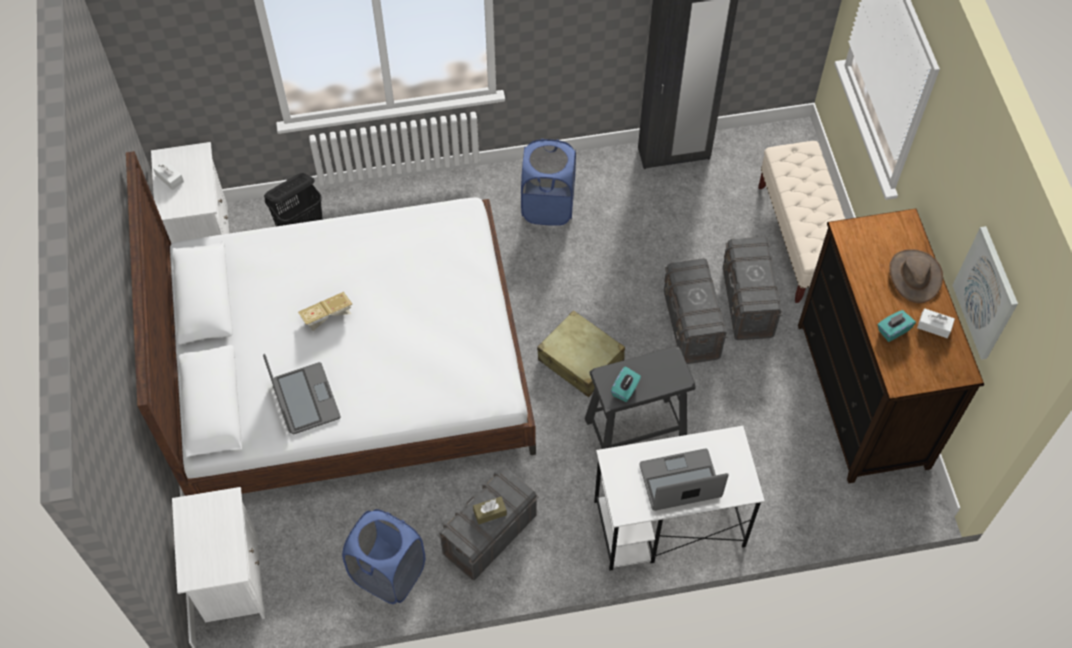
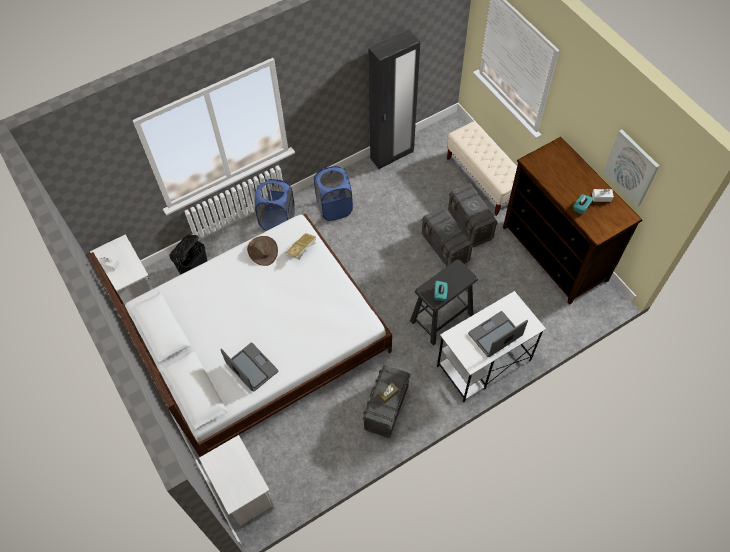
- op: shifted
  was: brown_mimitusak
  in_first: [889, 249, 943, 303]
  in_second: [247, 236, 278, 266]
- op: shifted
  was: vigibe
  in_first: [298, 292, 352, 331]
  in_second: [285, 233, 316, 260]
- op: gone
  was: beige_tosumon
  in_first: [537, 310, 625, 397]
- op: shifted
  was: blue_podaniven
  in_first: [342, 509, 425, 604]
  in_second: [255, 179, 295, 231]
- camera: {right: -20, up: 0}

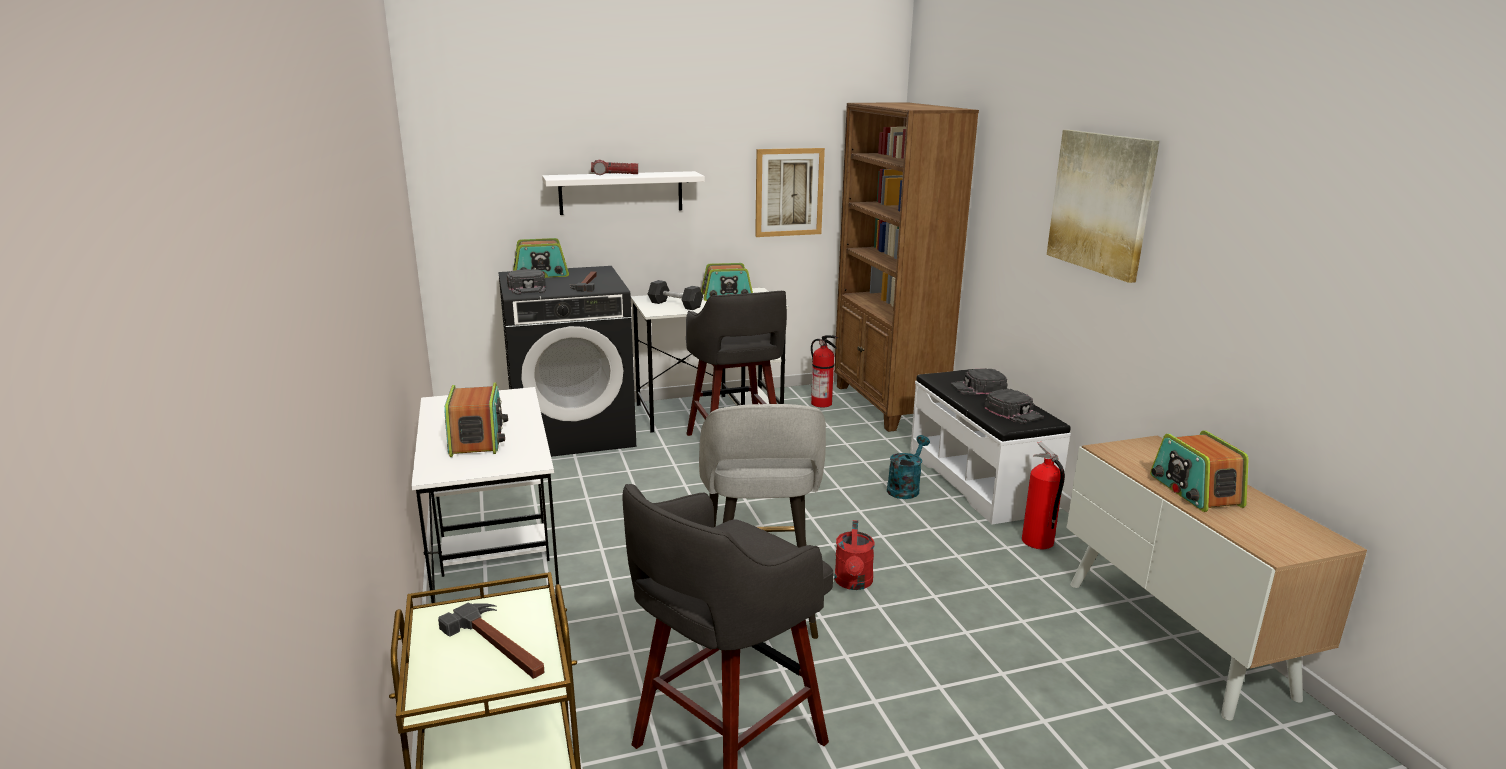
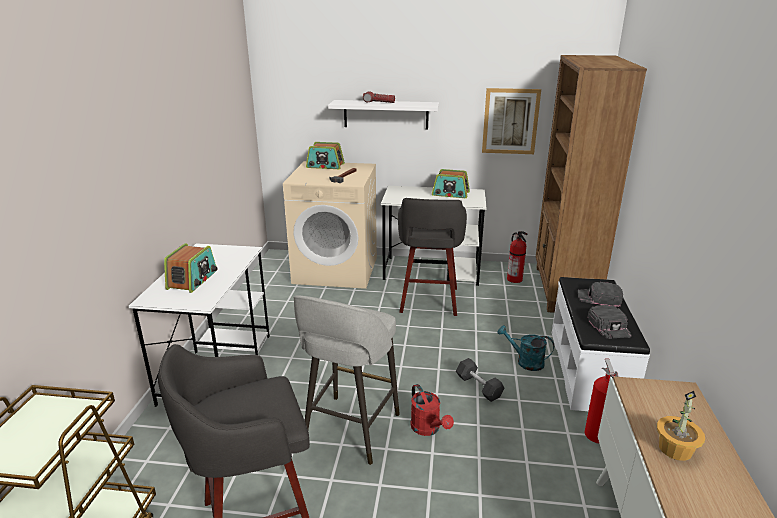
- op: gone
  was: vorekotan
  in_first: [1047, 130, 1160, 283]
- op: repainted
  was: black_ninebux
  now: beige_ninebux
  in_first: [498, 266, 636, 457]
  in_second: [283, 161, 377, 289]
- op: gone
  was: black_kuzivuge
  in_first: [507, 269, 546, 295]
- op: shifted
  was: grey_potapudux
  in_first: [648, 280, 703, 310]
  in_second: [456, 358, 504, 402]
- op: swapped
  was: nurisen
  now: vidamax
  in_first: [1150, 430, 1249, 512]
  in_second: [657, 391, 705, 461]
- op: rotated
  was: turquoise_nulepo
  in_first: [887, 435, 930, 499]
  in_second: [497, 325, 554, 371]
  clockwise: -120
- op: rotated
  was: red_nulepo
  in_first: [834, 520, 875, 590]
  in_second: [410, 384, 454, 436]
  clockwise: -60
- op: gone
  was: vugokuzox
  in_first: [438, 602, 544, 679]
- camera: {right: 25, up: 5}

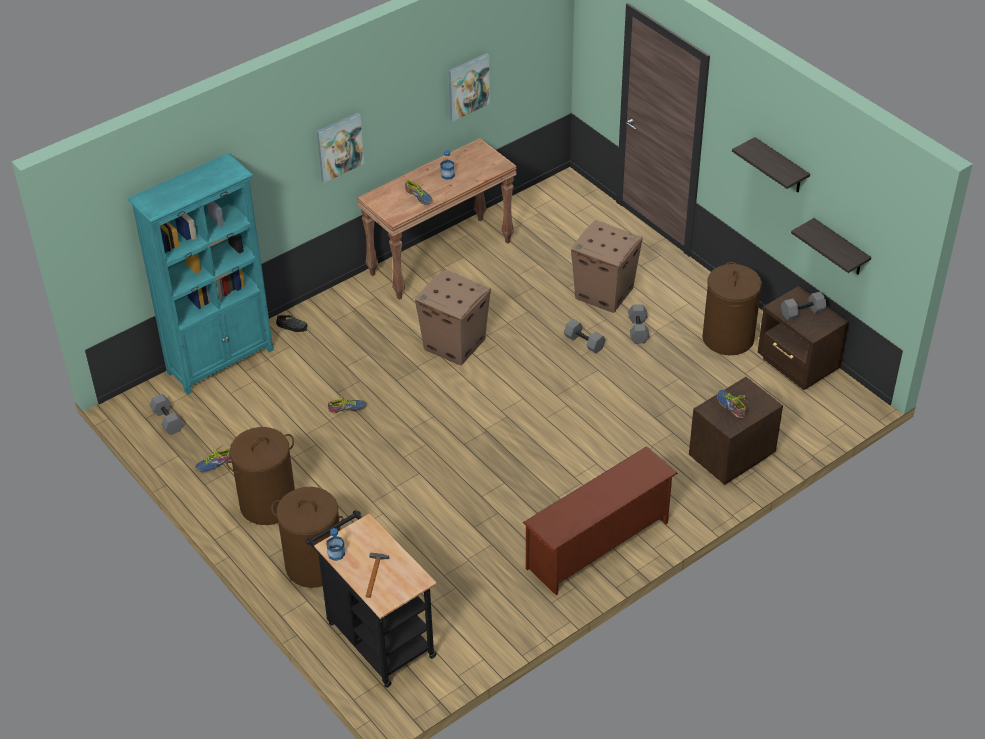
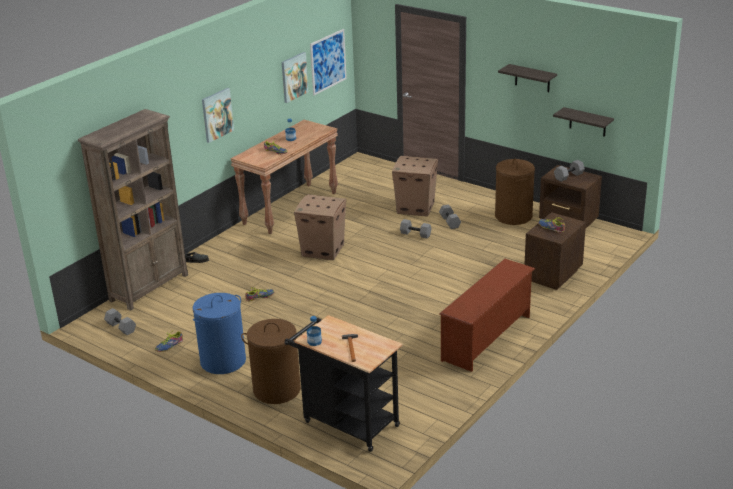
- op: repainted
  was: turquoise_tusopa
  now: brown_tusopa
  in_first: [128, 153, 274, 394]
  in_second: [78, 109, 188, 311]
- op: repainted
  was: brown_podaniven
  now: blue_podaniven
  in_first: [226, 427, 295, 525]
  in_second: [192, 293, 246, 374]
- op: new
  now: vorekotan
  in_second: [310, 29, 347, 95]
- camera: {right: -15, up: -15}

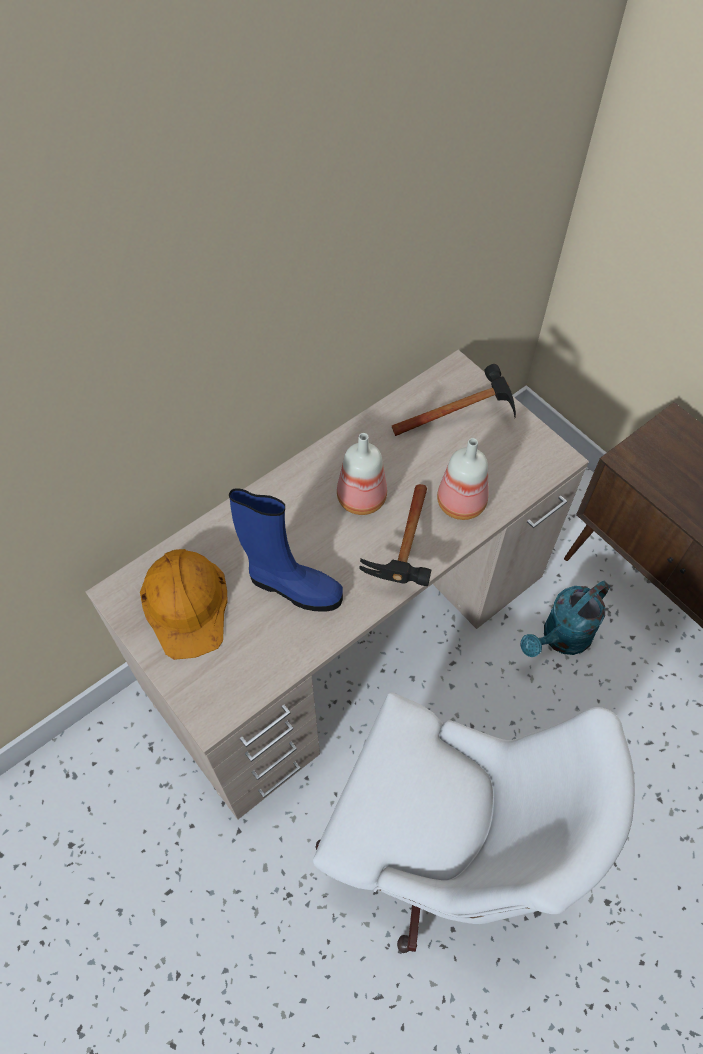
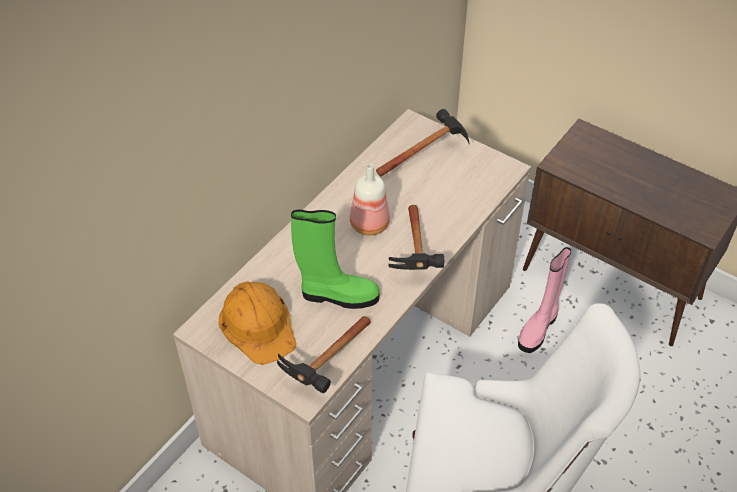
- op: gone
  was: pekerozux
  in_first: [437, 438, 488, 520]
- op: repainted
  was: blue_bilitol
  now: green_bilitol
  in_first: [229, 488, 343, 611]
  in_second: [291, 210, 379, 309]
- op: swapped
  was: turquoise_nulepo
  now: pink_bilitol
  in_first: [520, 581, 610, 657]
  in_second: [518, 247, 571, 353]
- op: new
  now: vugokuzox
  in_second: [277, 316, 371, 393]
- camera: {right: -15, up: -10}

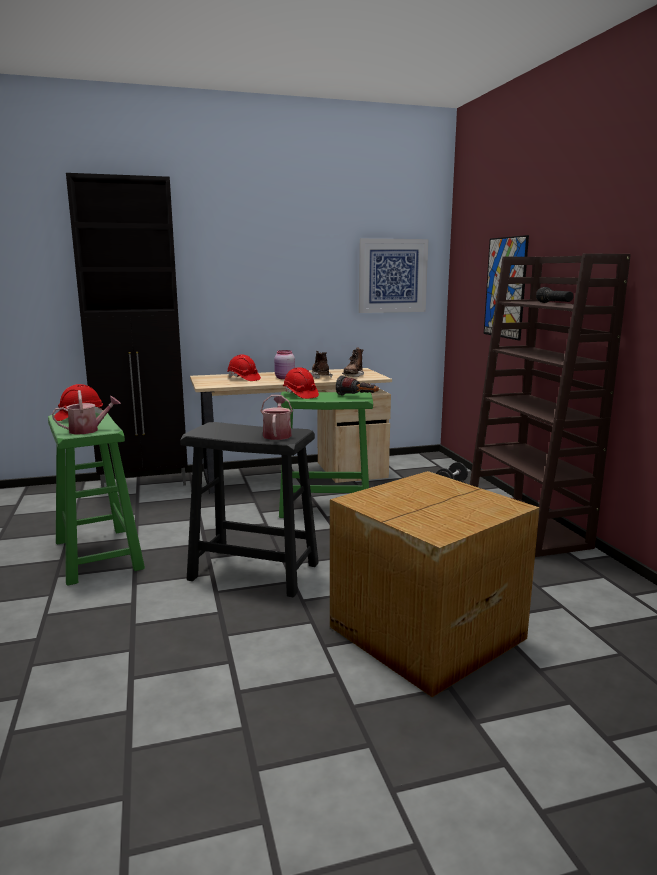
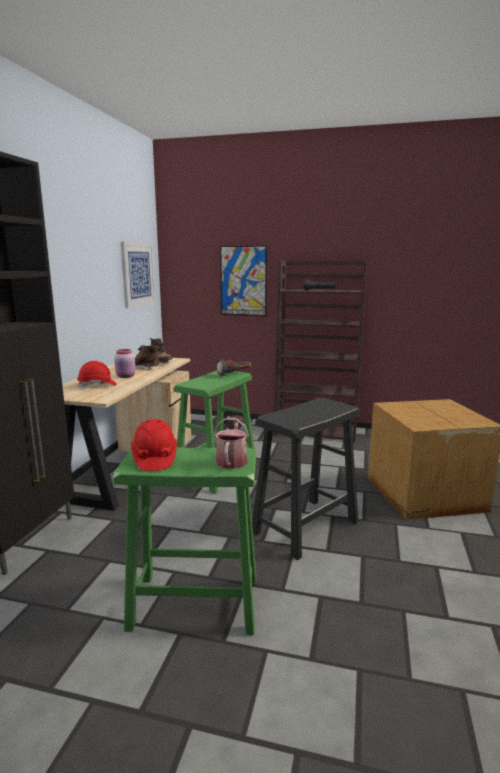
- op: gone
  was: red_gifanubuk
  in_first: [283, 367, 319, 399]
- op: gone
  was: nulepo
  in_first: [261, 395, 293, 440]
- camera: {right: -60, up: 0}

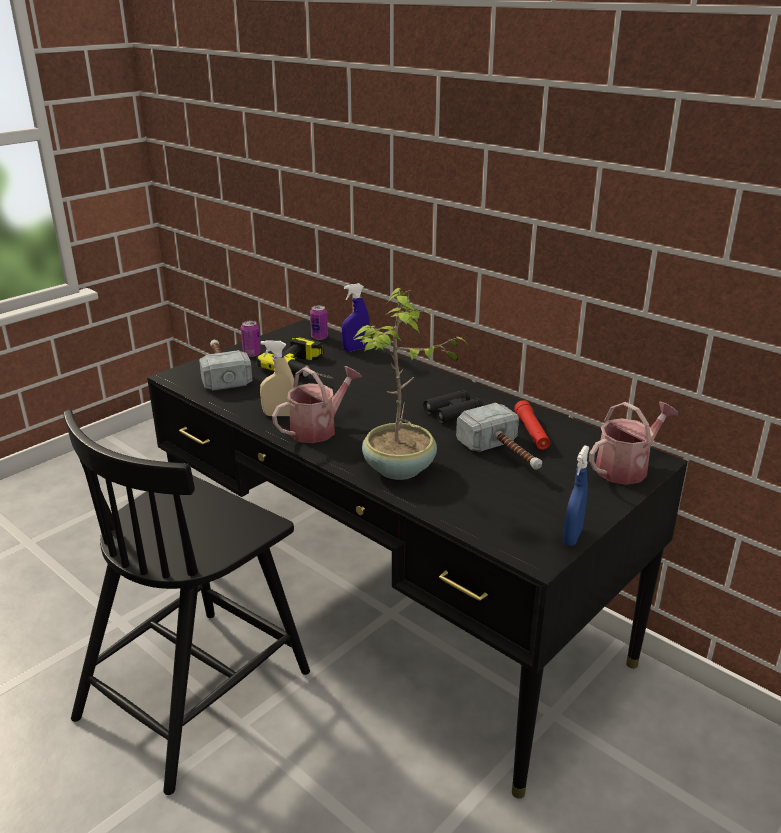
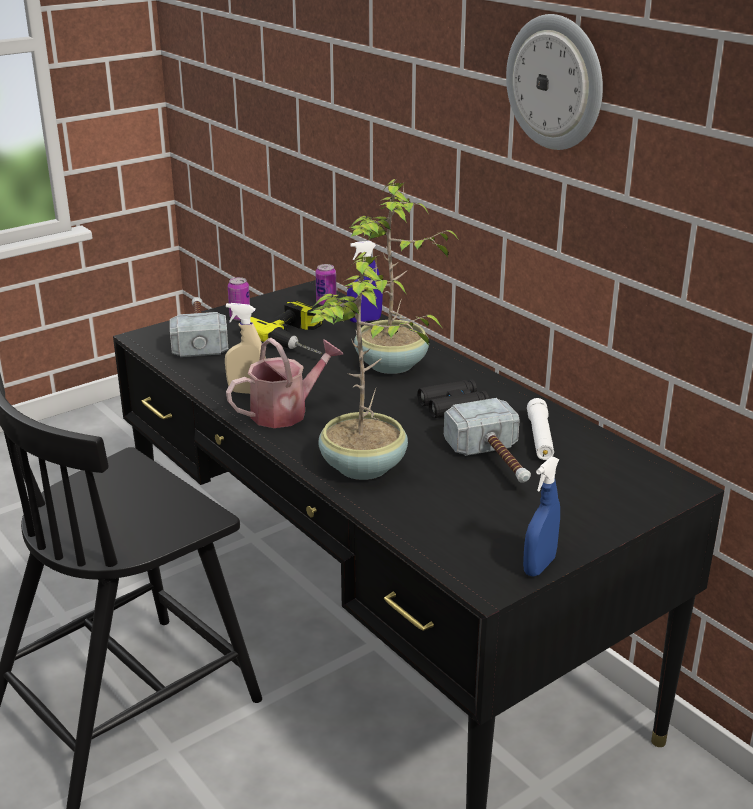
- op: repainted
  was: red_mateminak
  now: white_mateminak
  in_first: [514, 400, 550, 450]
  in_second: [527, 398, 554, 460]
- op: gone
  was: nulepo
  in_first: [589, 401, 678, 485]
- op: new
  now: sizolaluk
  in_second: [506, 14, 603, 150]
- op: new
  now: vidamax
  in_second: [349, 179, 459, 374]
- camera: {right: 10, up: 0}

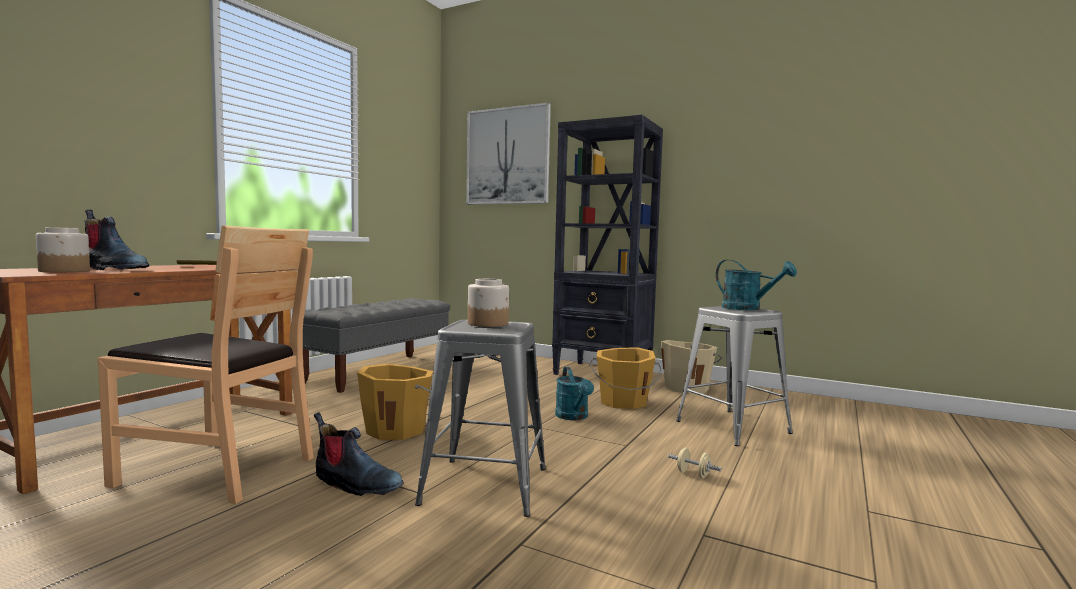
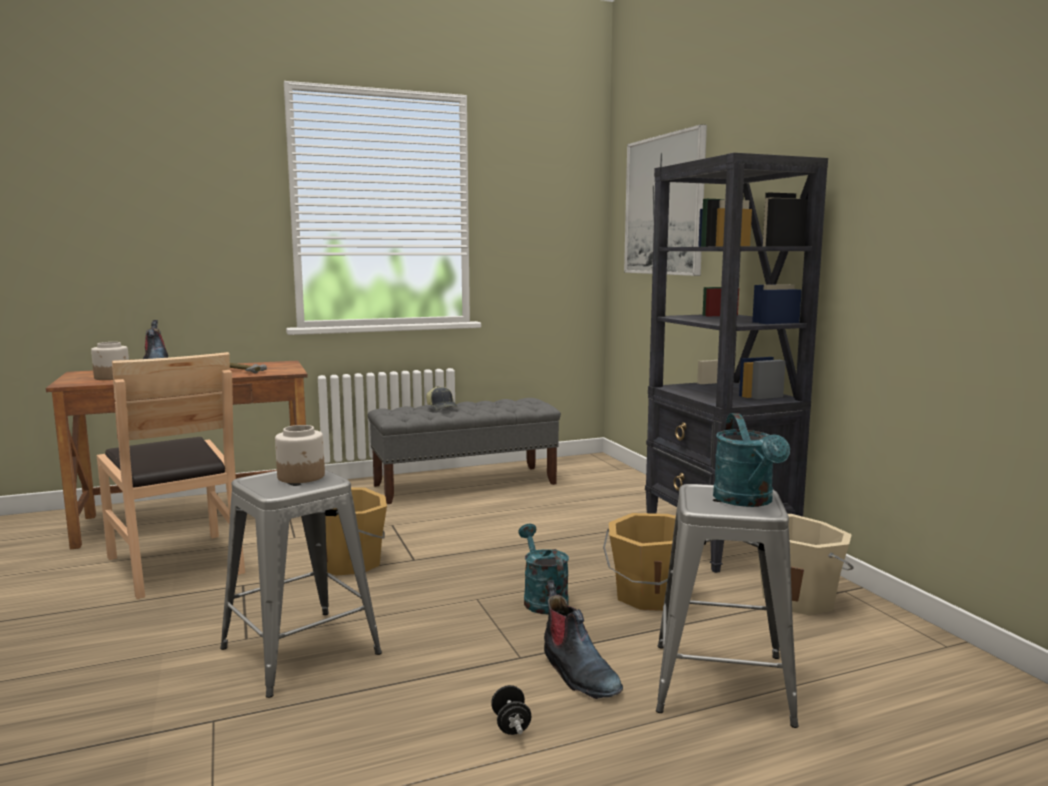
- op: rotated
  was: turquoise_nulepo
  in_first: [555, 367, 594, 420]
  in_second: [518, 524, 569, 614]
  clockwise: 135
- op: shifted
  was: bilitol
  in_first: [314, 412, 403, 496]
  in_second: [544, 580, 623, 699]
- op: repainted
  was: beige_potapudux
  now: black_potapudux
  in_first: [668, 448, 721, 478]
  in_second: [491, 685, 531, 735]
- op: new
  now: kuzivuge
  in_second: [426, 386, 457, 410]
- camera: {right: 40, up: 5}

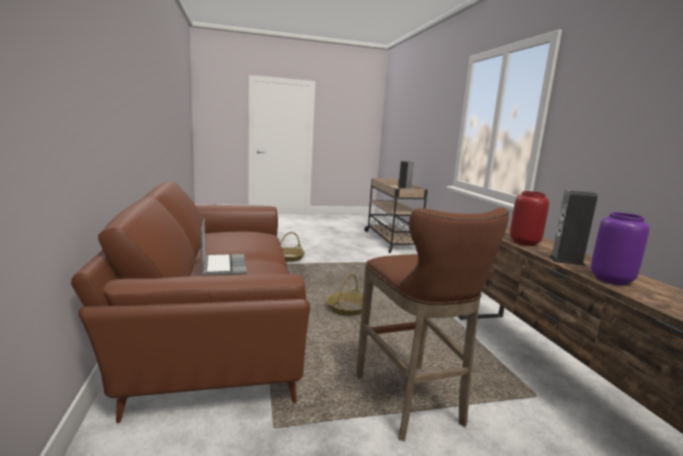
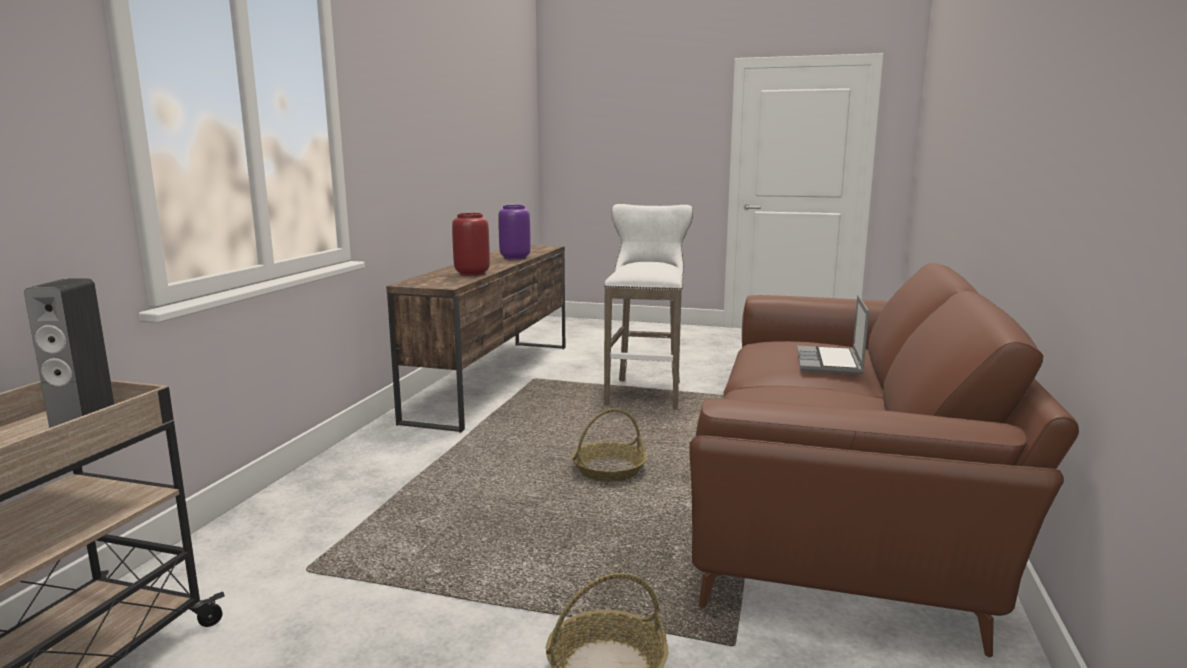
- op: gone
  was: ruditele
  in_first: [550, 190, 598, 266]
- op: repainted
  was: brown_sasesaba
  now: white_sasesaba
  in_first: [356, 208, 509, 441]
  in_second: [604, 204, 693, 410]
- camera: {right: -150, up: 0}

